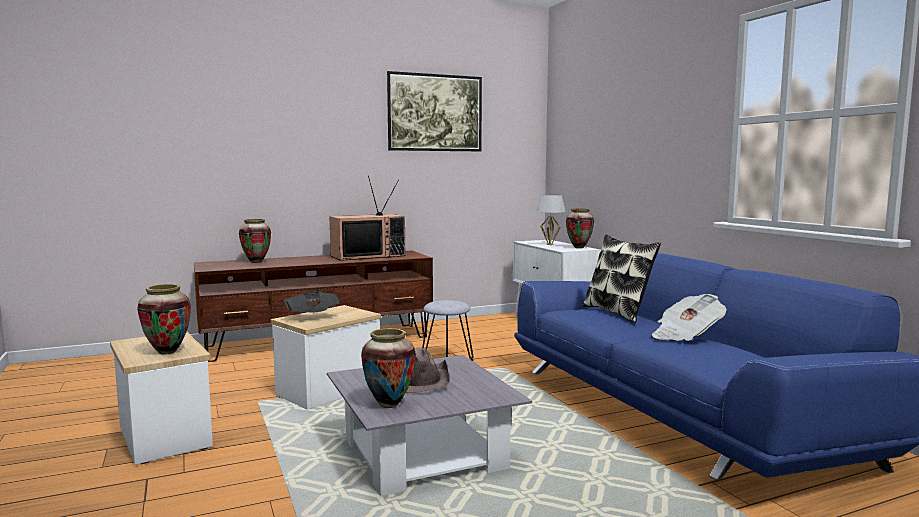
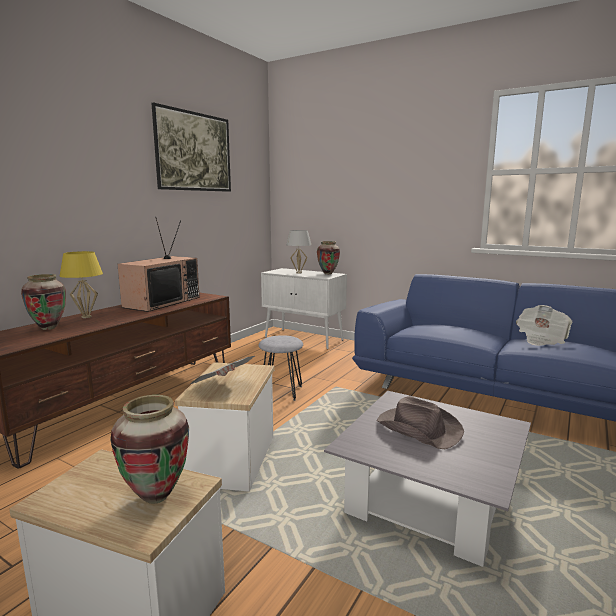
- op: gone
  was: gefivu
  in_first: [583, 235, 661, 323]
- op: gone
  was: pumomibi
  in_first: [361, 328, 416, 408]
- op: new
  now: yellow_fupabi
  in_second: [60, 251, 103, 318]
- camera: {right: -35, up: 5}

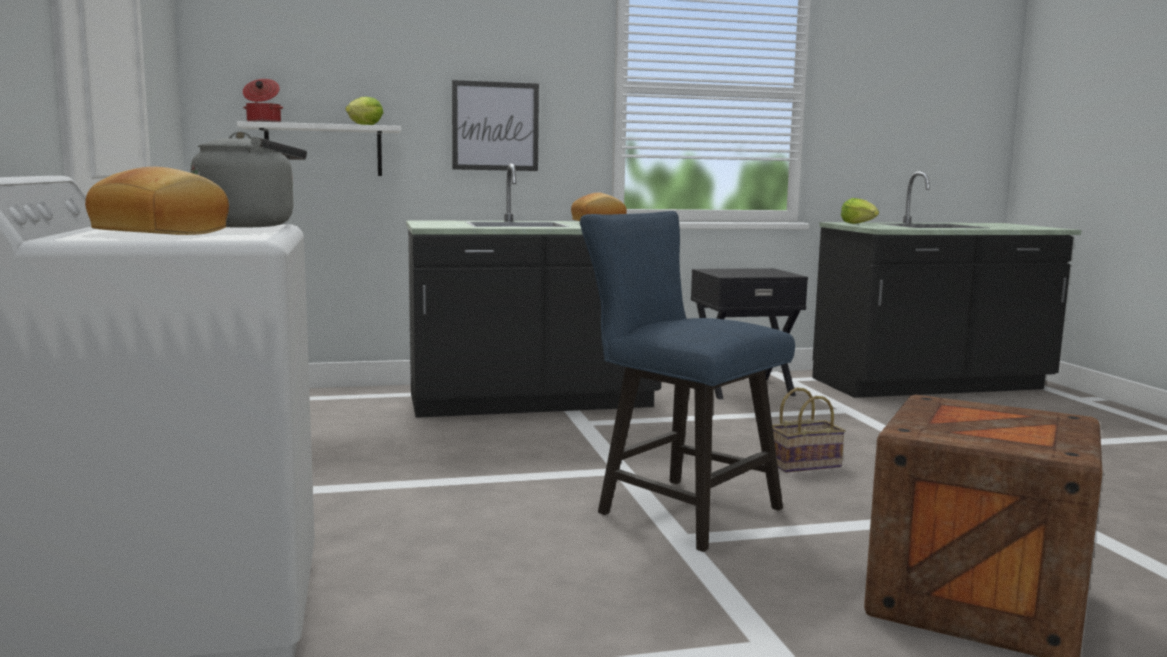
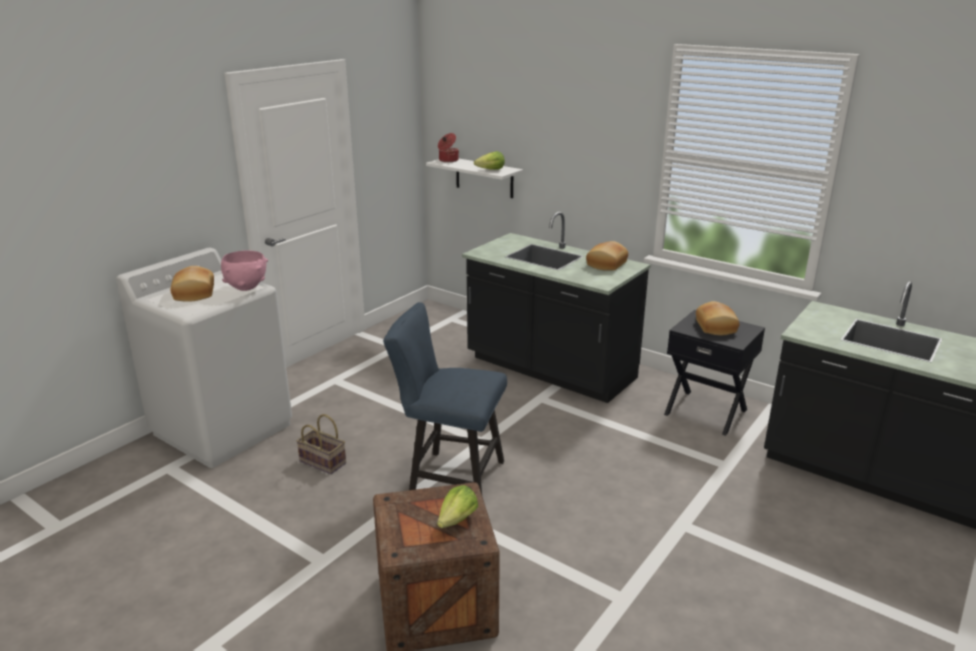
- op: gone
  was: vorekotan
  in_first: [452, 80, 539, 171]
- op: swapped
  was: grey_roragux
  now: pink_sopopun
  in_first: [191, 131, 307, 228]
  in_second: [221, 251, 268, 291]
- op: shifted
  was: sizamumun
  in_first: [841, 198, 879, 224]
  in_second: [437, 485, 478, 528]
- op: rotated
  was: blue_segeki
  in_first: [580, 211, 795, 552]
  in_second: [383, 302, 507, 494]
  clockwise: -75
- op: shifted
  was: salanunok
  in_first: [772, 388, 846, 473]
  in_second: [296, 414, 346, 474]
- op: new
  now: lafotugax
  in_second: [696, 301, 739, 335]
- camera: {right: 50, up: 15}

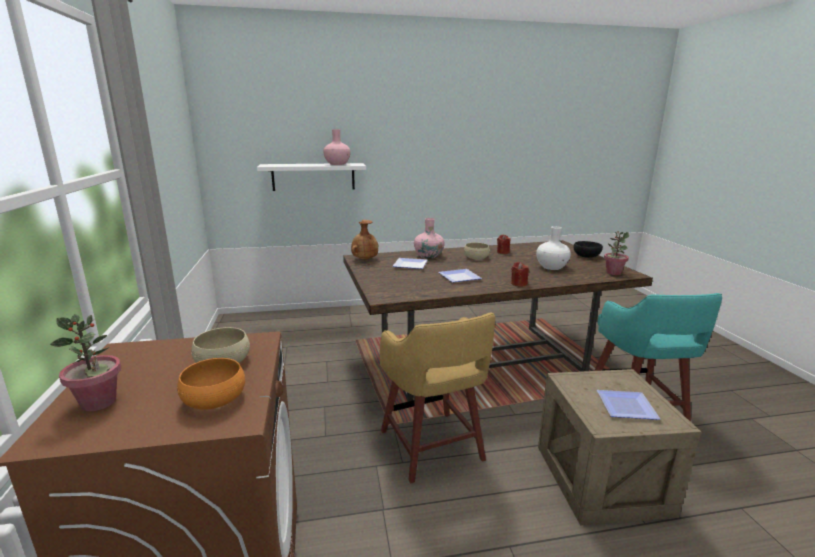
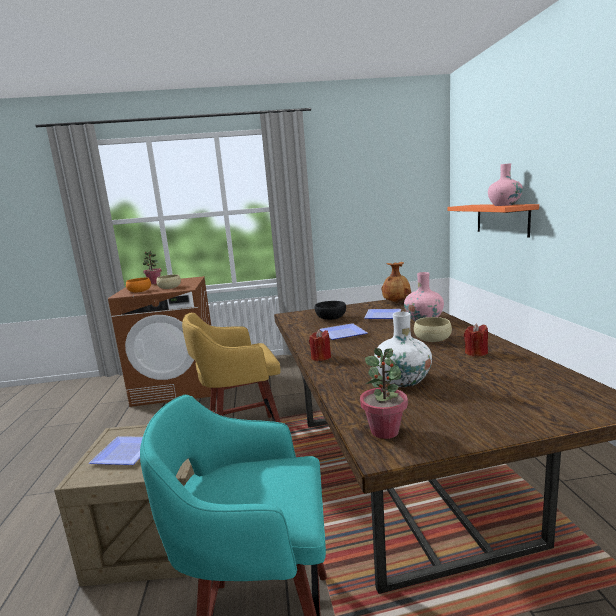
- op: repainted
  was: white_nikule
  now: orange_nikule
  in_first: [257, 163, 366, 191]
  in_second: [447, 204, 539, 238]
- op: shifted
  was: black_sopopun
  in_first: [573, 241, 603, 258]
  in_second: [315, 301, 346, 320]
- camera: {right: 95, up: -5}

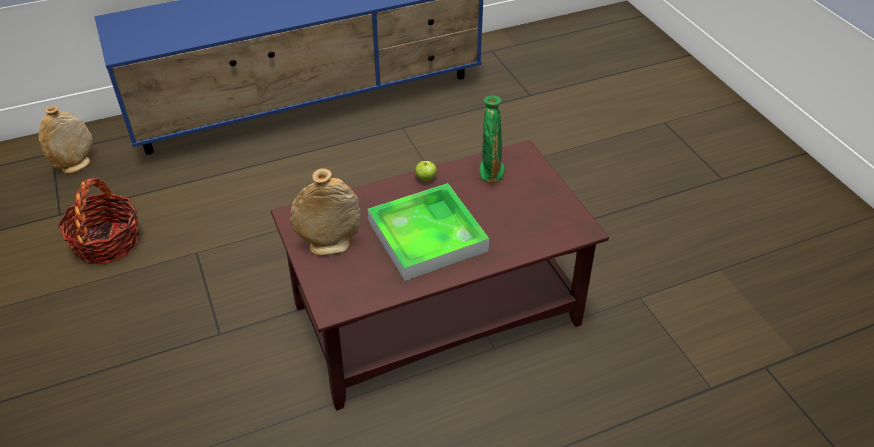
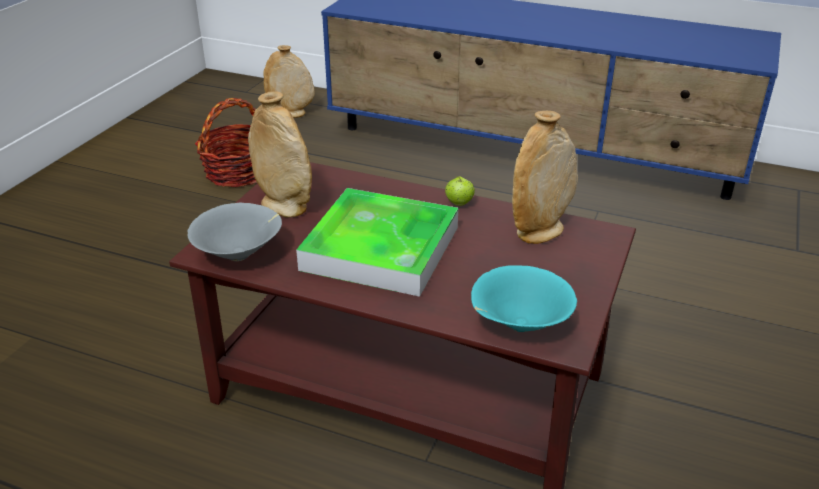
- op: repainted
  was: green_pumomibi
  now: beige_pumomibi
  in_first: [479, 95, 505, 183]
  in_second: [512, 111, 578, 244]
- op: new
  now: grey_sopopun
  in_second: [187, 203, 282, 261]
- op: new
  now: turquoise_sopopun
  in_second: [471, 265, 577, 332]
- camera: {right: 45, up: -10}

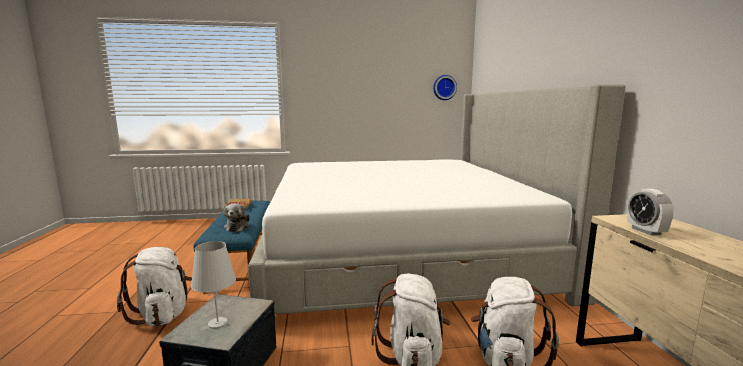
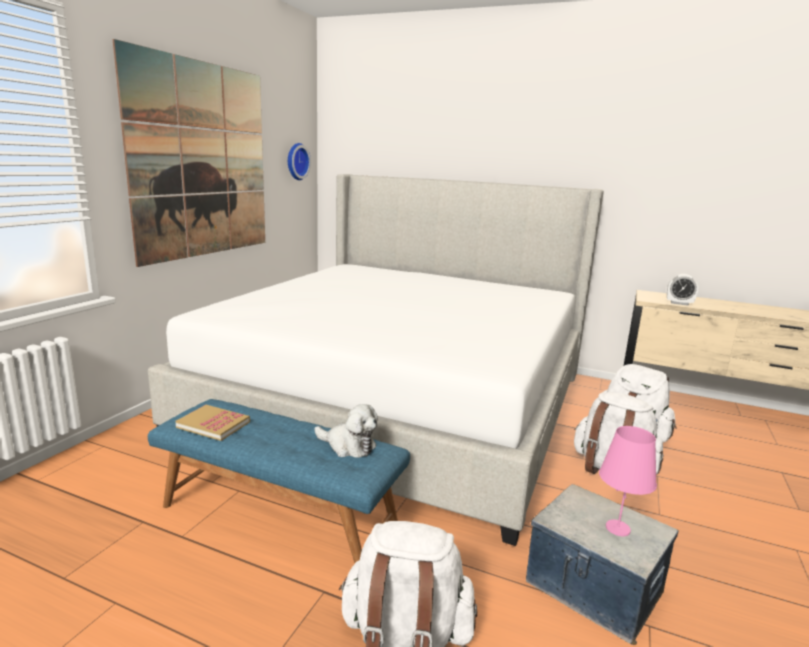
- op: repainted
  was: white_fupabi
  now: pink_fupabi
  in_first: [191, 241, 236, 329]
  in_second: [599, 426, 657, 536]
- op: new
  now: vorekotan
  in_second: [112, 39, 265, 267]
- camera: {right: -60, up: 5}

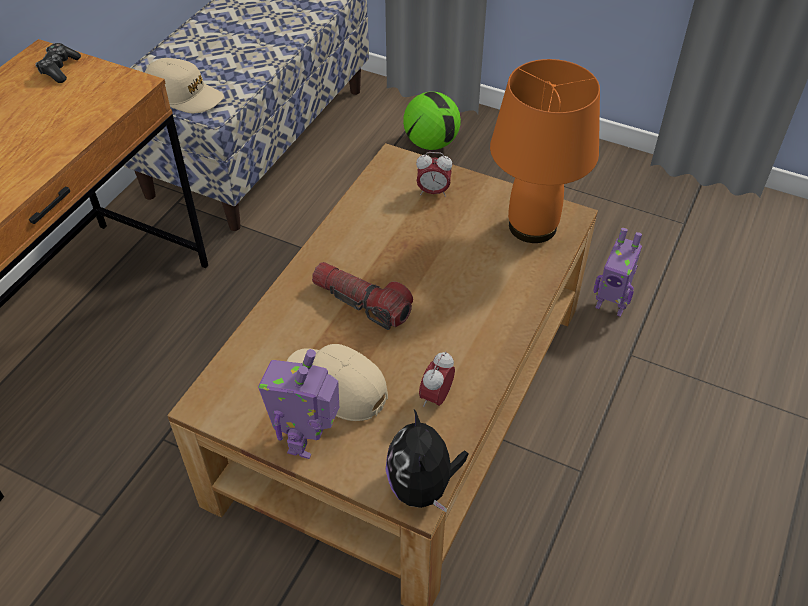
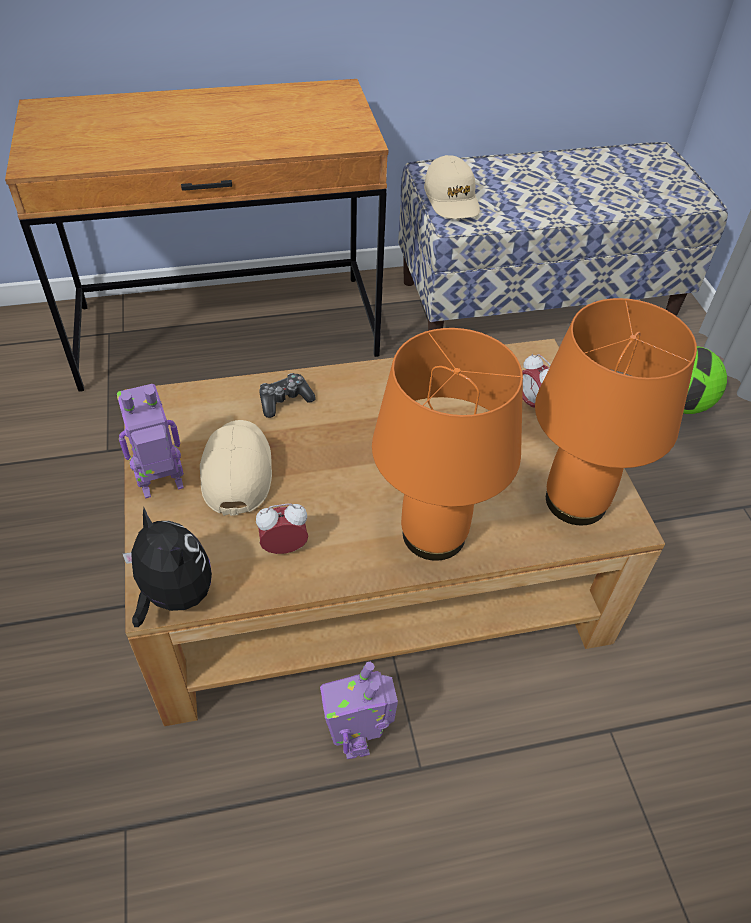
- op: shifted
  was: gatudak
  in_first: [35, 43, 81, 83]
  in_second: [259, 373, 316, 418]
- op: shifted
  was: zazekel
  in_first: [593, 228, 642, 317]
  in_second: [320, 662, 398, 759]
- op: gone
  was: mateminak
  in_first: [312, 262, 413, 330]
- op: rotated
  was: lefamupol
  in_first: [386, 409, 468, 513]
  in_second: [122, 508, 212, 627]
  clockwise: 90
- op: new
  now: orange_fupabi
  in_second: [372, 328, 523, 561]
- camera: {right: 50, up: 0}

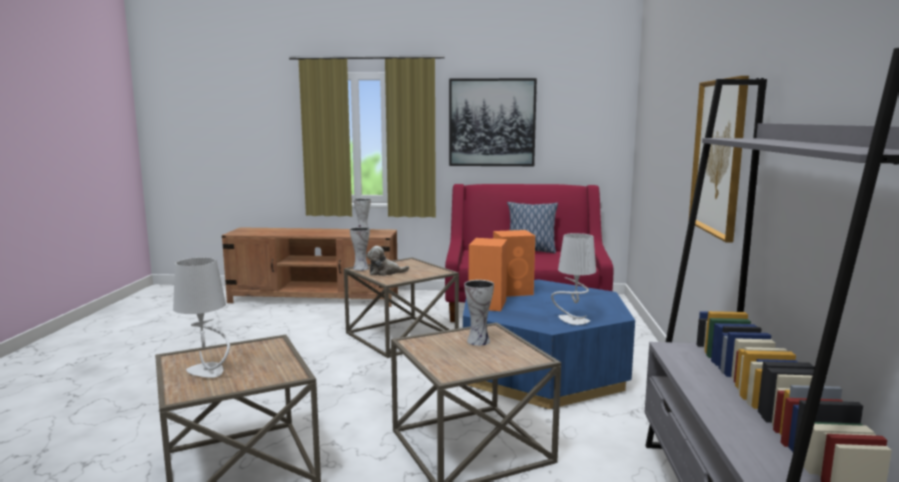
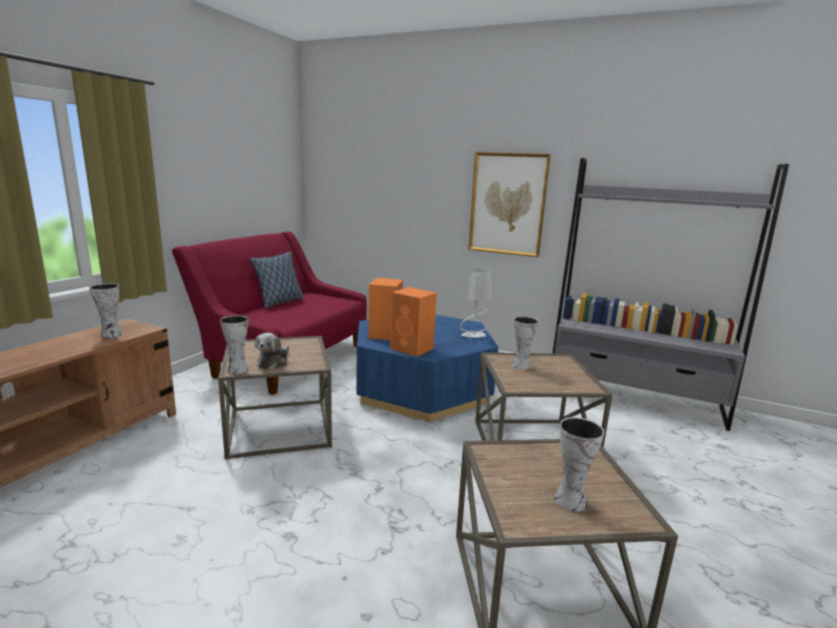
- op: gone
  was: vorekotan
  in_first: [449, 78, 537, 166]
- op: swapped
  was: grey_fupabi
  now: pumomibi
  in_first: [173, 257, 230, 378]
  in_second: [554, 417, 604, 511]
- camera: {right: -70, up: 5}

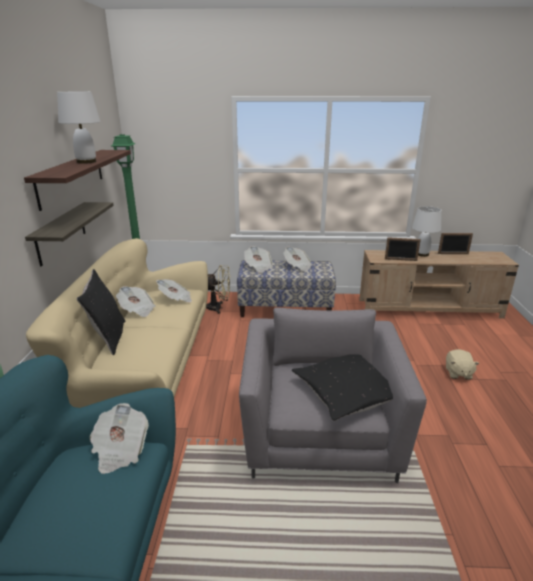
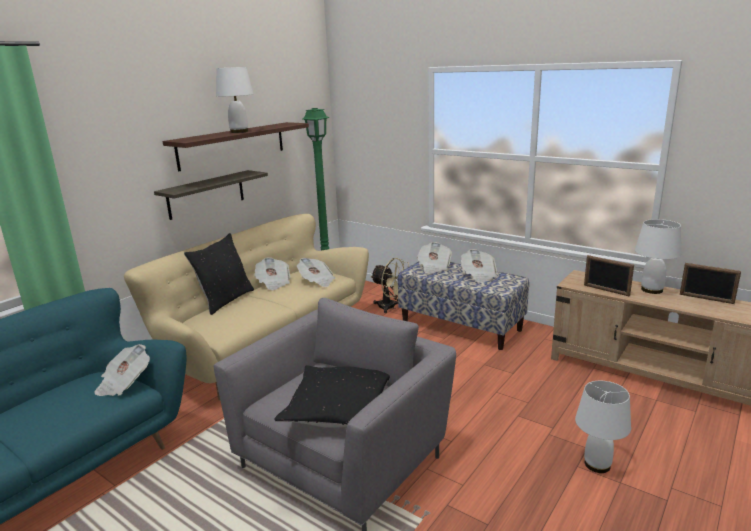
- op: swapped
  was: beige_lefamupol
  now: white_fupabi
  in_first: [446, 349, 479, 380]
  in_second: [575, 381, 631, 473]
- camera: {right: 35, up: -5}

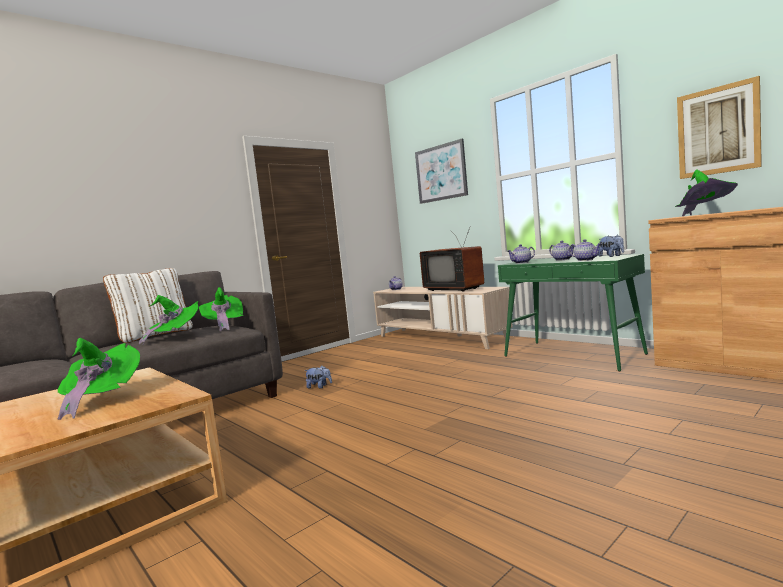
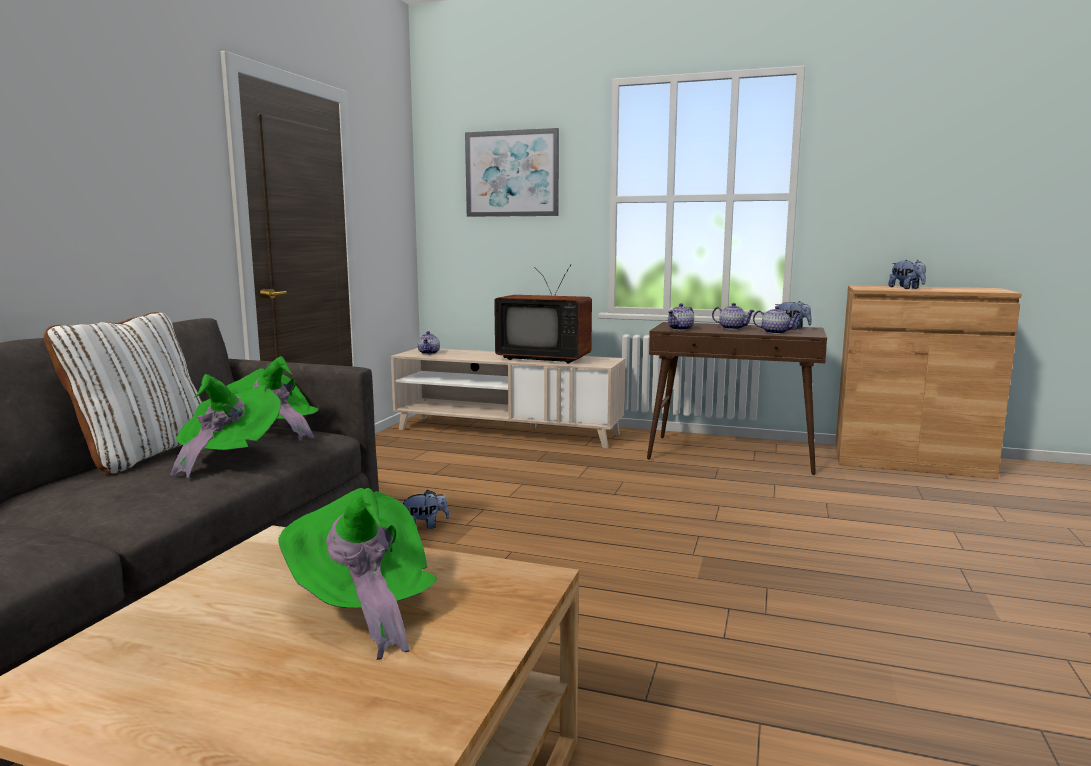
- op: gone
  was: vorekotan
  in_first: [677, 76, 762, 179]
- op: swapped
  was: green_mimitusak
  now: lefamupol
  in_first: [675, 170, 738, 216]
  in_second: [888, 260, 926, 289]
- op: repainted
  was: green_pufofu
  now: brown_pufofu
  in_first: [498, 254, 648, 372]
  in_second: [647, 322, 827, 475]
- camera: {right: -30, up: 5}

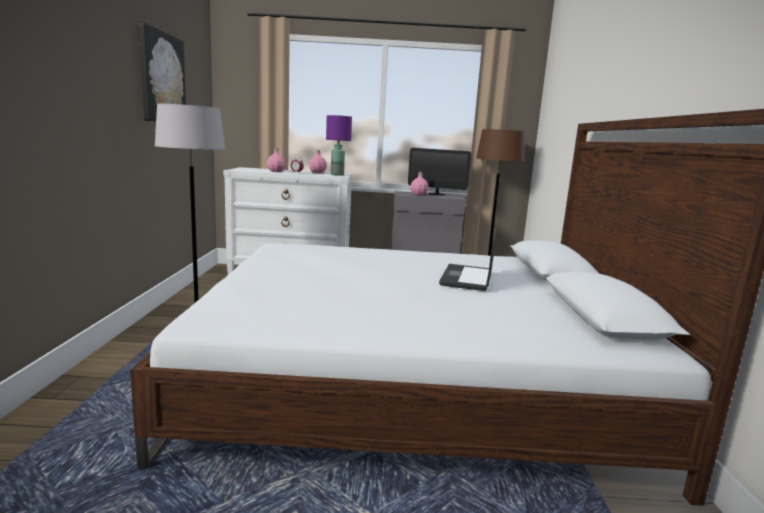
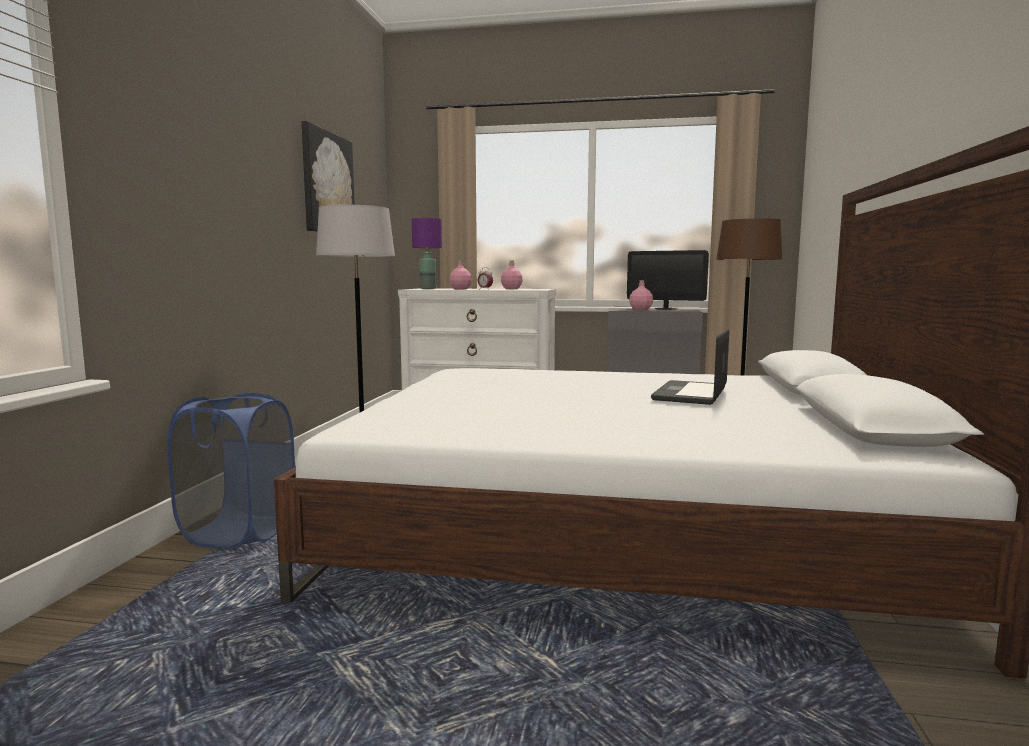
- op: shifted
  was: purple_fupabi
  in_first: [326, 115, 352, 176]
  in_second: [412, 218, 442, 289]
- op: new
  now: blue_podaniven
  in_second: [167, 393, 295, 549]
- camera: {right: 10, up: -5}

